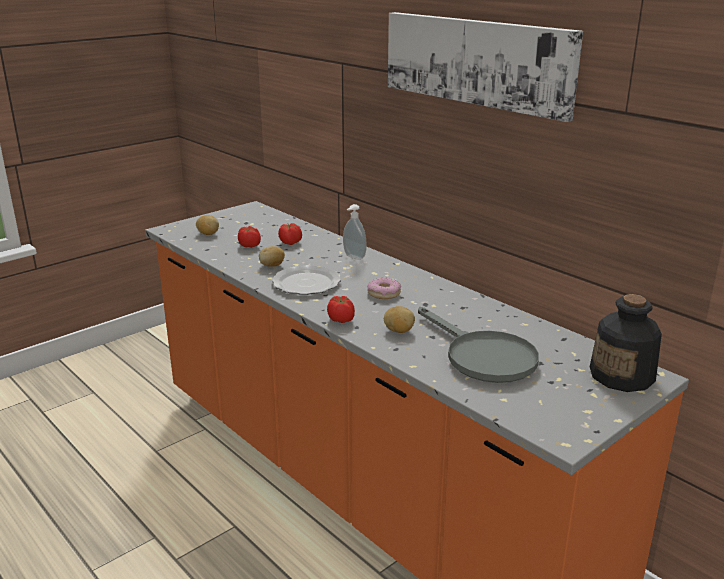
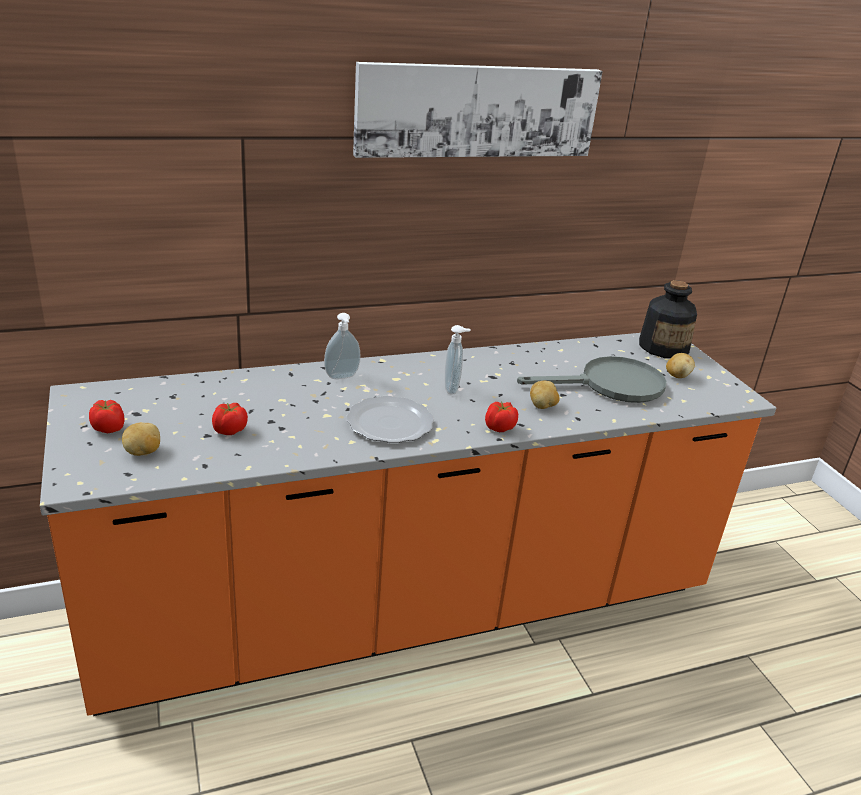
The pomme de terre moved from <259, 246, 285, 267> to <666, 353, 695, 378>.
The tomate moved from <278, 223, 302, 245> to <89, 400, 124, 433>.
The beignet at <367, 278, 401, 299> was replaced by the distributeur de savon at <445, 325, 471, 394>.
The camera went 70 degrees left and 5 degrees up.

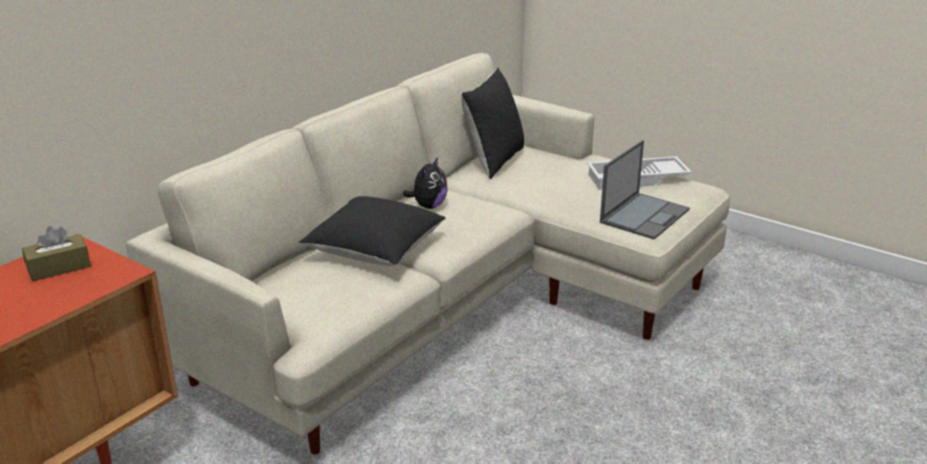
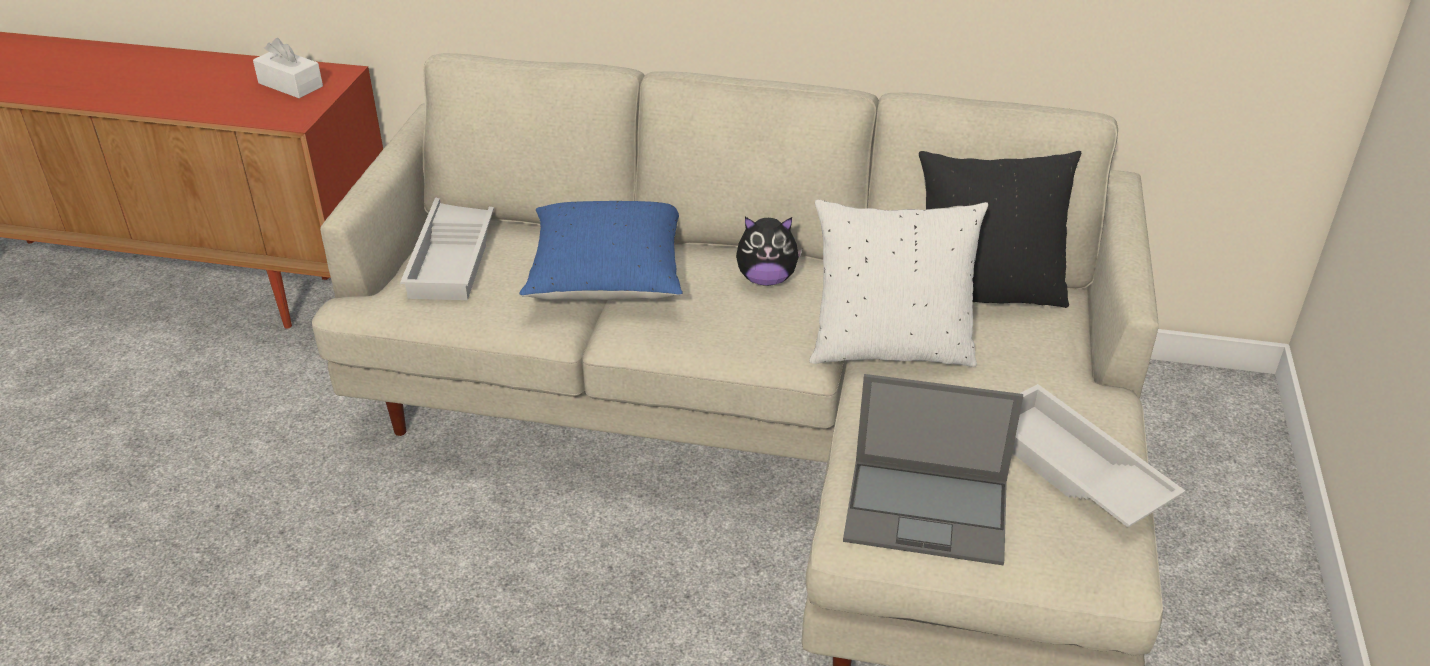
The plateau (blanc) at <400, 197, 494, 300> appeared.
The coussin (blanc) at <809, 200, 988, 367> appeared.
The boîte à mouchoirs (marron) at <22, 226, 91, 281> became the boîte à mouchoirs (blanc) at <253, 38, 323, 98>.
The coussin (noir) at <300, 196, 446, 266> became the coussin (bleu) at <519, 201, 683, 300>.
The camera went 65 degrees right and 10 degrees up.

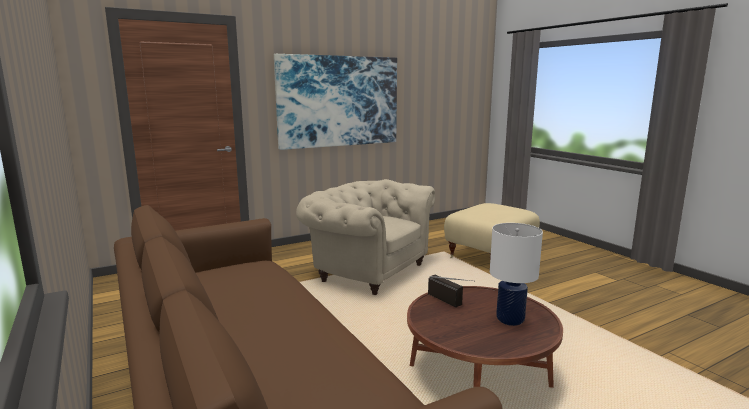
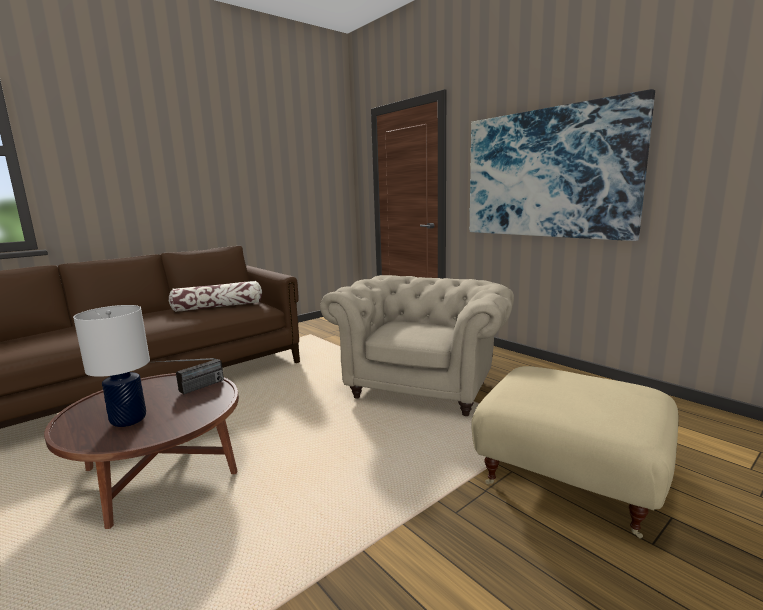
The coussin at <169, 281, 262, 312> appeared.
The camera went 80 degrees right and 0 degrees up.

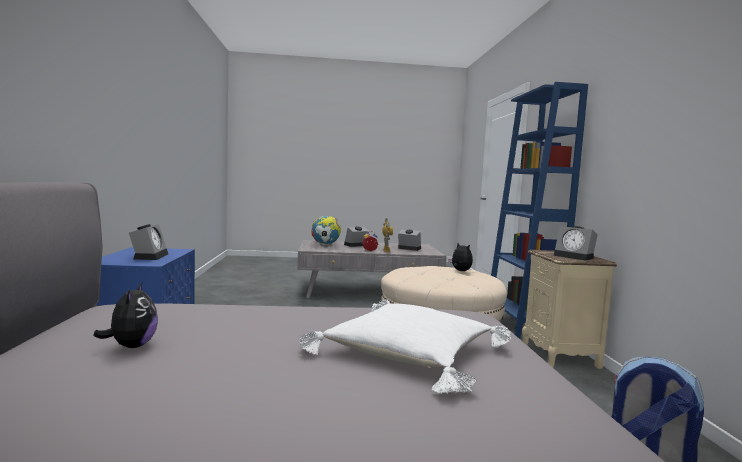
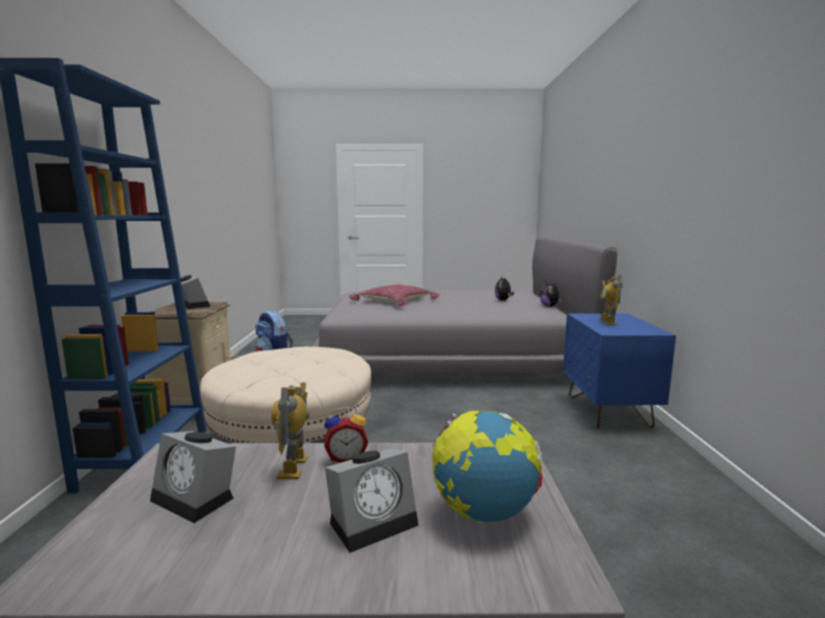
The peluche moved from <448, 243, 473, 271> to <540, 282, 562, 307>.
The réveil at <129, 224, 168, 260> was replaced by the robot jouet at <599, 275, 622, 325>.
The coussin (blanc) at <299, 299, 511, 394> became the coussin (rouge) at <349, 285, 440, 307>.
The camera went 175 degrees left and 5 degrees up.

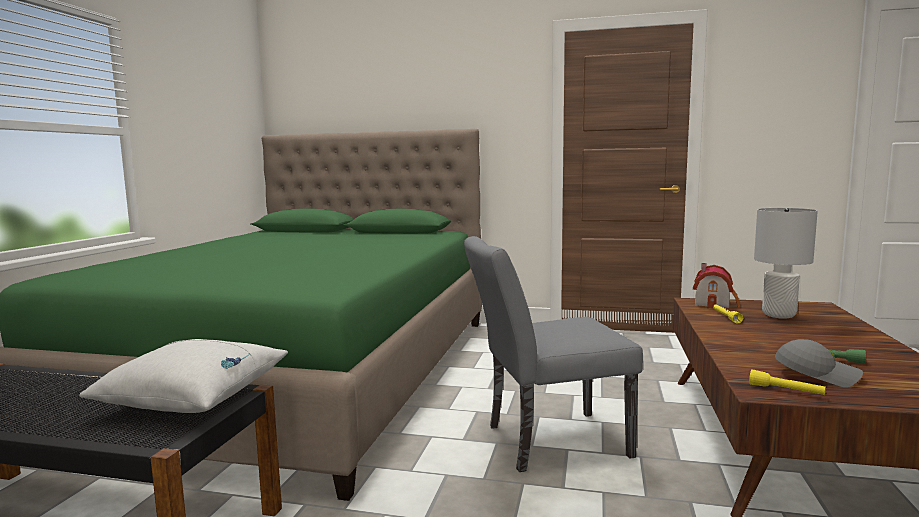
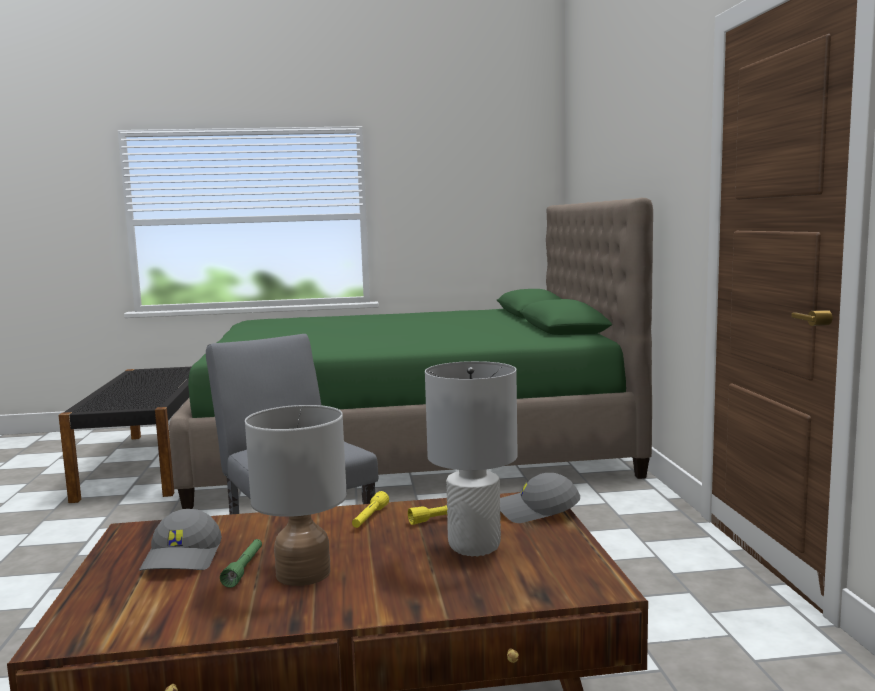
The coussin (gris) at <79, 339, 288, 413> disappeared.
The lampe de table (gris) at <245, 405, 347, 586> appeared.
The lampe de poche (jaune) moved from <749, 369, 826, 395> to <352, 491, 389, 528>.
The maison miniature at <693, 263, 740, 308> was replaced by the casquette (gris) at <500, 473, 580, 523>.
The camera went 70 degrees right and 0 degrees up.

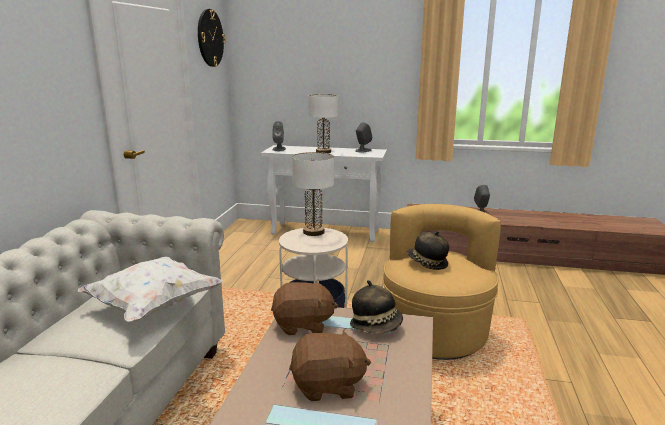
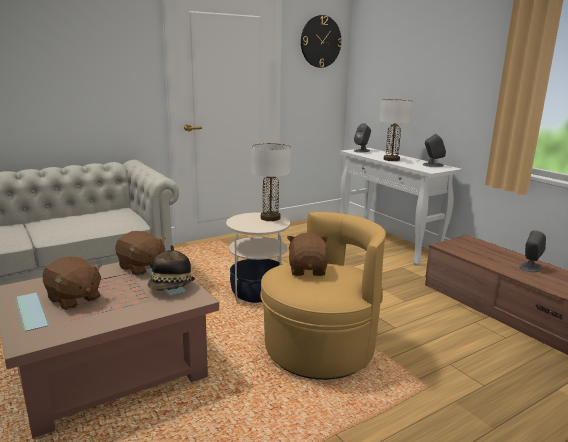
The coussin (blanc) at <77, 256, 224, 321> disappeared.
The chapeau at <407, 231, 449, 270> was replaced by the peluche (marron) at <287, 233, 329, 276>.
The camera went 45 degrees right and 0 degrees up.

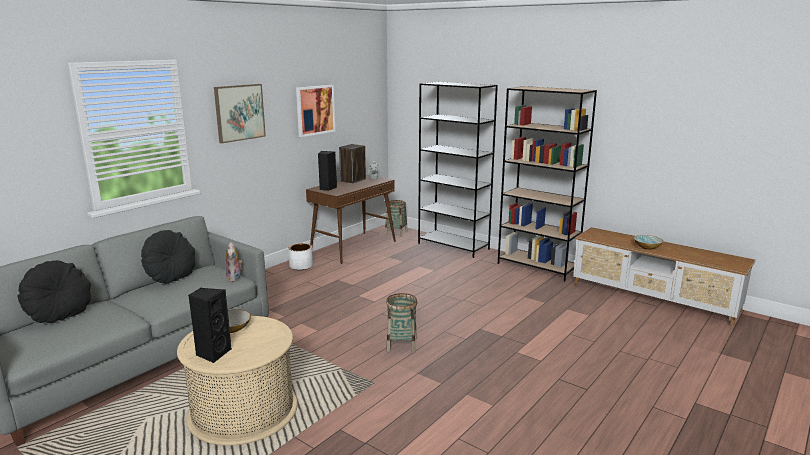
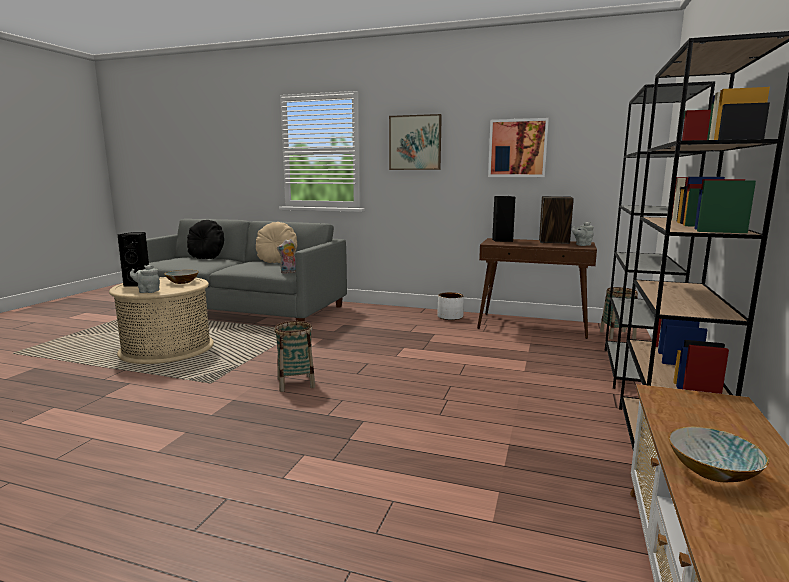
The théière (gris) at <130, 265, 160, 293> appeared.
The coussin (noir) at <141, 230, 195, 284> became the coussin (beige) at <256, 222, 297, 263>.
The camera went 70 degrees right and 5 degrees down.

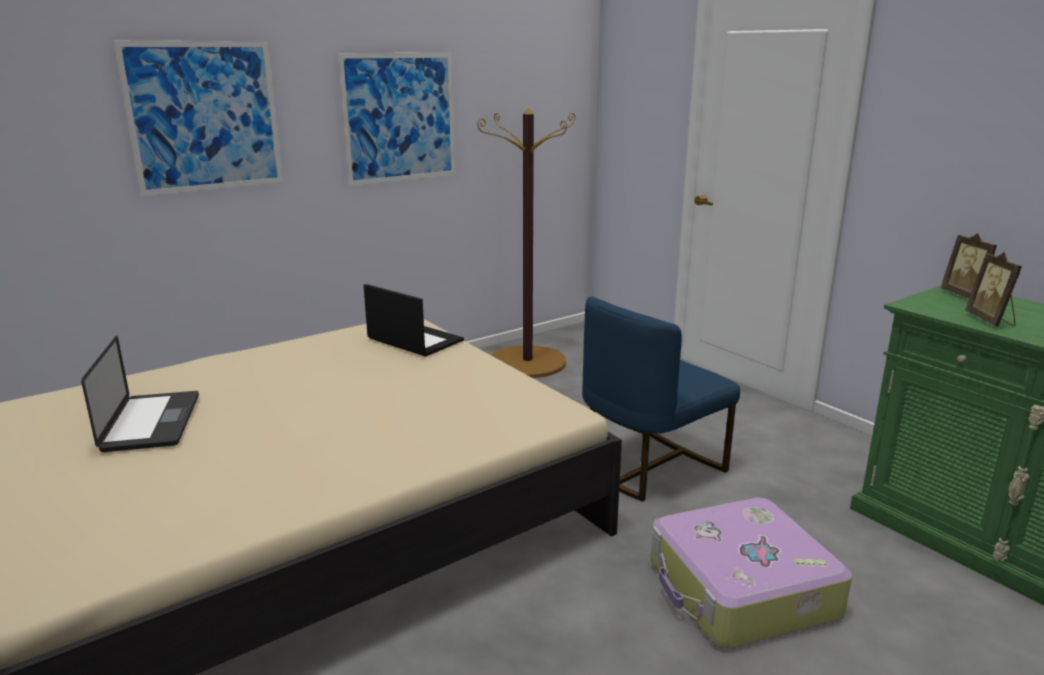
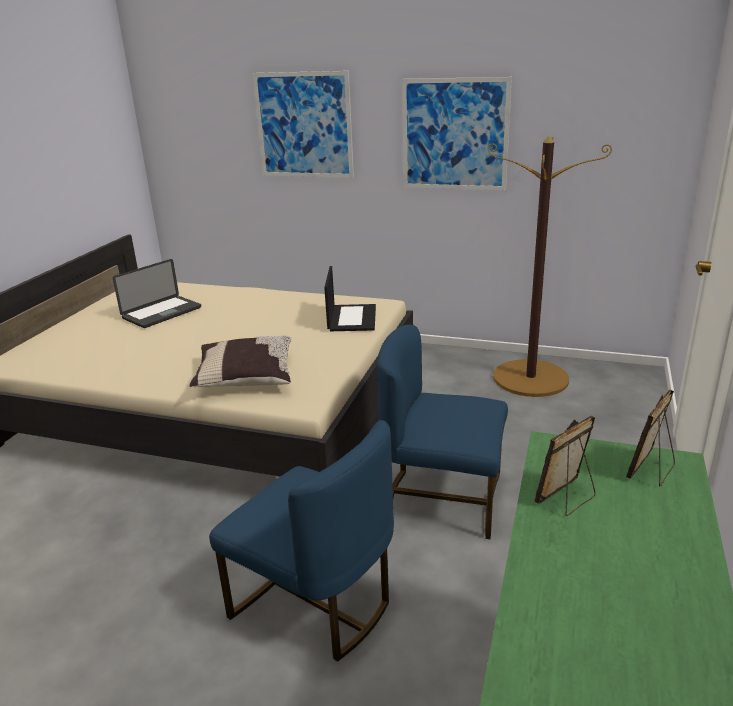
The coussin at <189, 336, 292, 387> appeared.
The valise at <650, 498, 852, 649> was replaced by the chaise (bleu) at <209, 420, 394, 662>.
The camera went 55 degrees right and 5 degrees up.

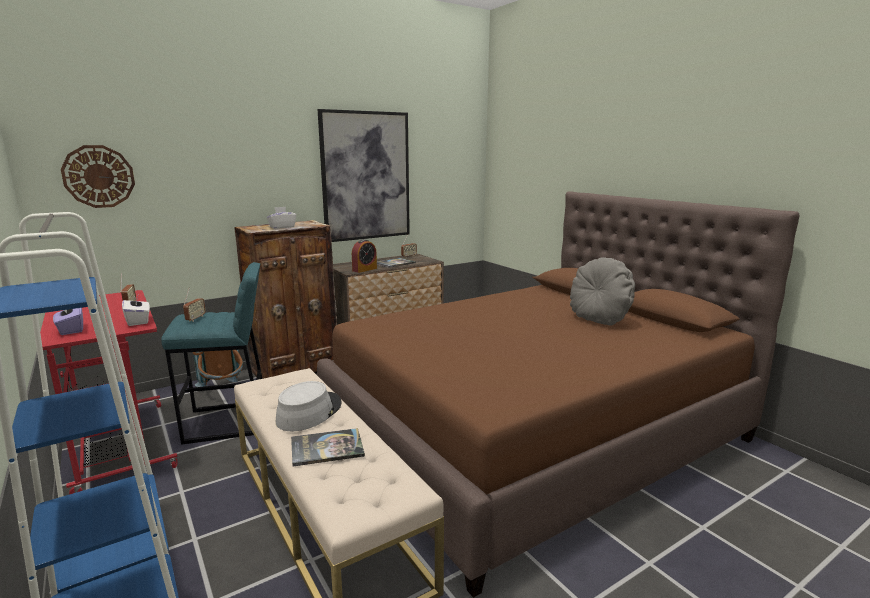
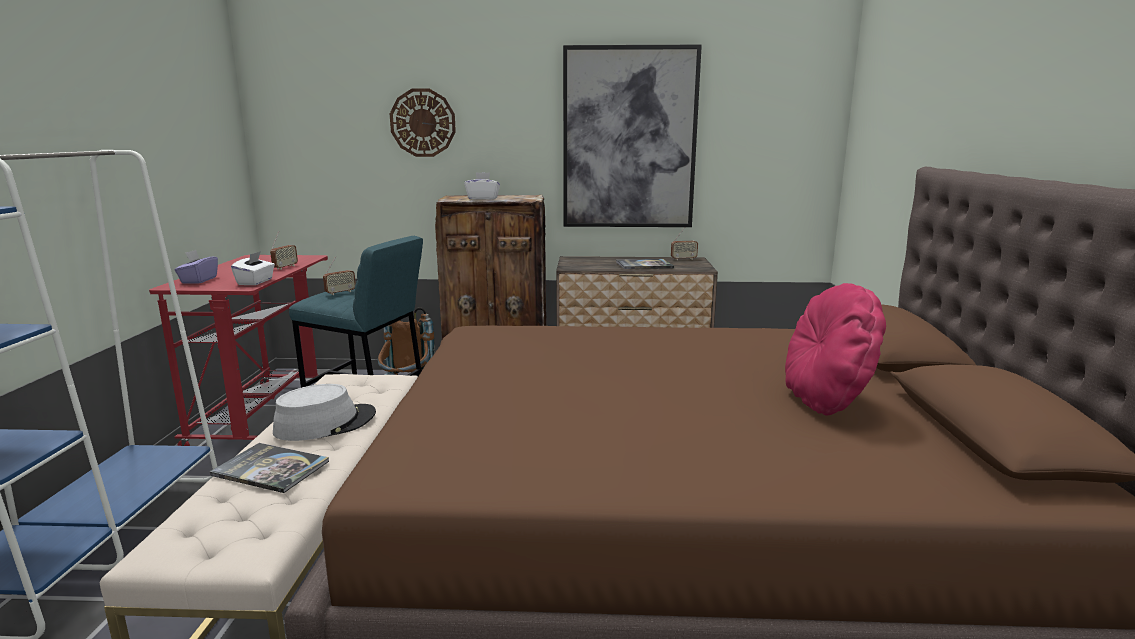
The réveil at <352, 239, 377, 273> disappeared.
The horloge murale moved from <61, 145, 135, 208> to <390, 89, 456, 157>.
The coussin (gris) at <570, 257, 635, 326> became the coussin (rose) at <785, 283, 886, 416>.
The camera went 35 degrees right and 0 degrees up.

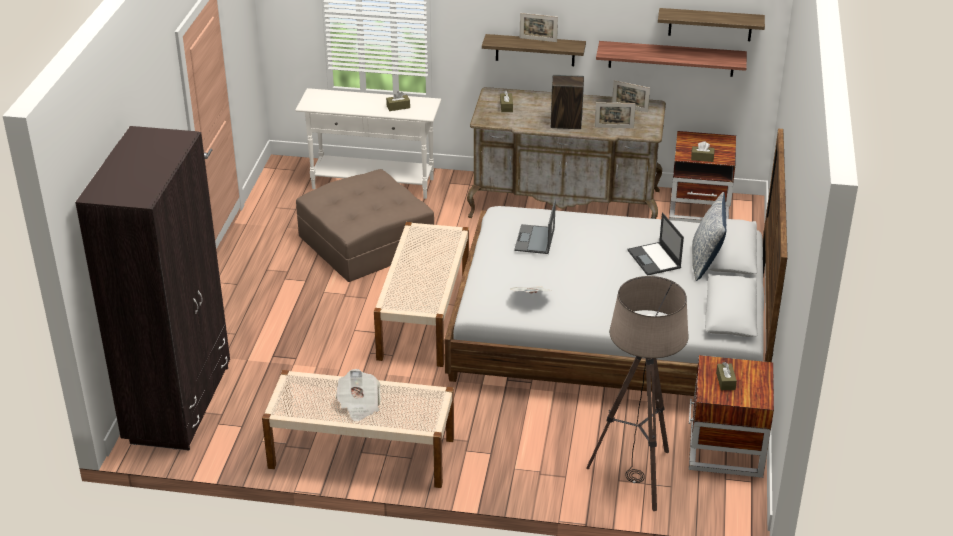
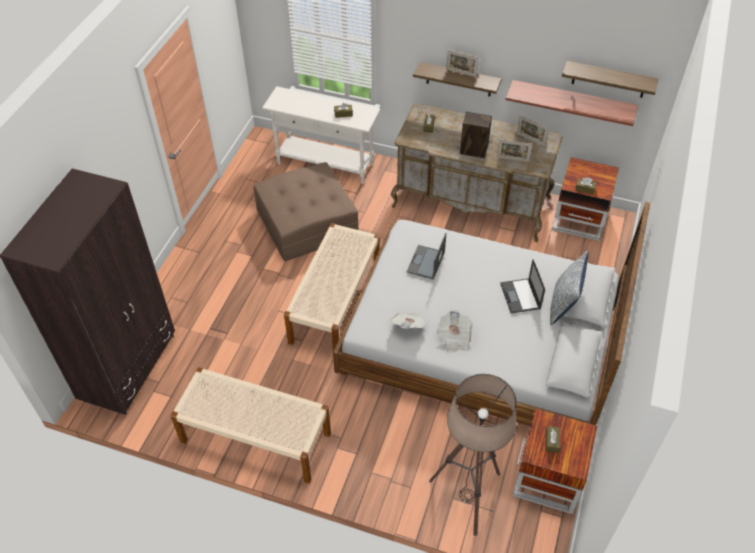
The journal moved from <336, 369, 381, 421> to <437, 310, 473, 353>.
The camera went 10 degrees right and 15 degrees up.

